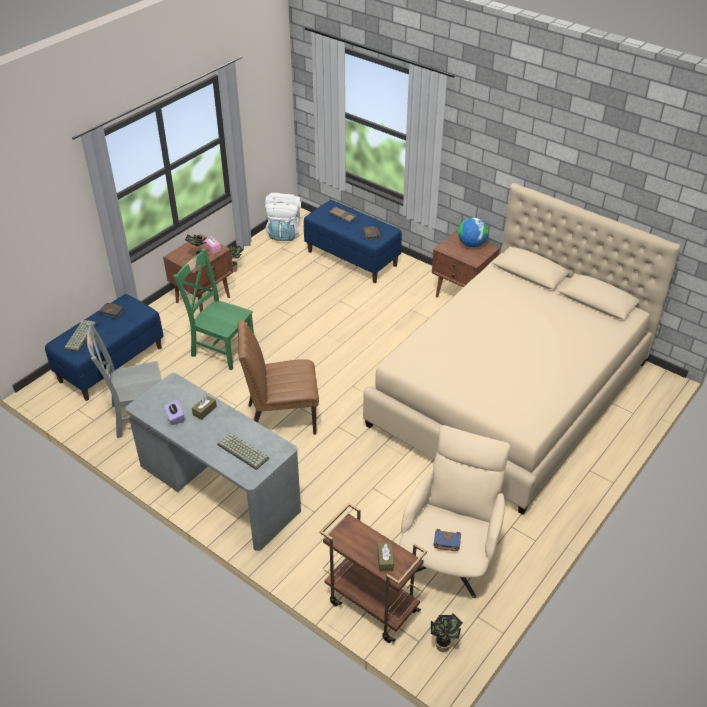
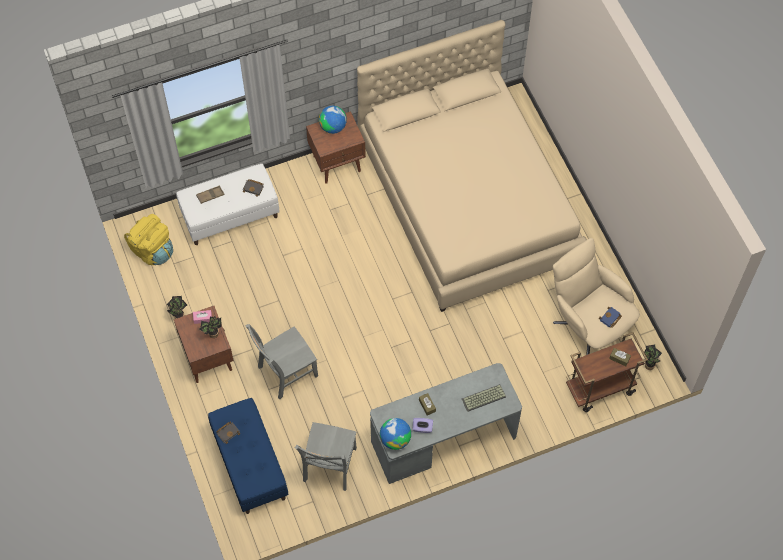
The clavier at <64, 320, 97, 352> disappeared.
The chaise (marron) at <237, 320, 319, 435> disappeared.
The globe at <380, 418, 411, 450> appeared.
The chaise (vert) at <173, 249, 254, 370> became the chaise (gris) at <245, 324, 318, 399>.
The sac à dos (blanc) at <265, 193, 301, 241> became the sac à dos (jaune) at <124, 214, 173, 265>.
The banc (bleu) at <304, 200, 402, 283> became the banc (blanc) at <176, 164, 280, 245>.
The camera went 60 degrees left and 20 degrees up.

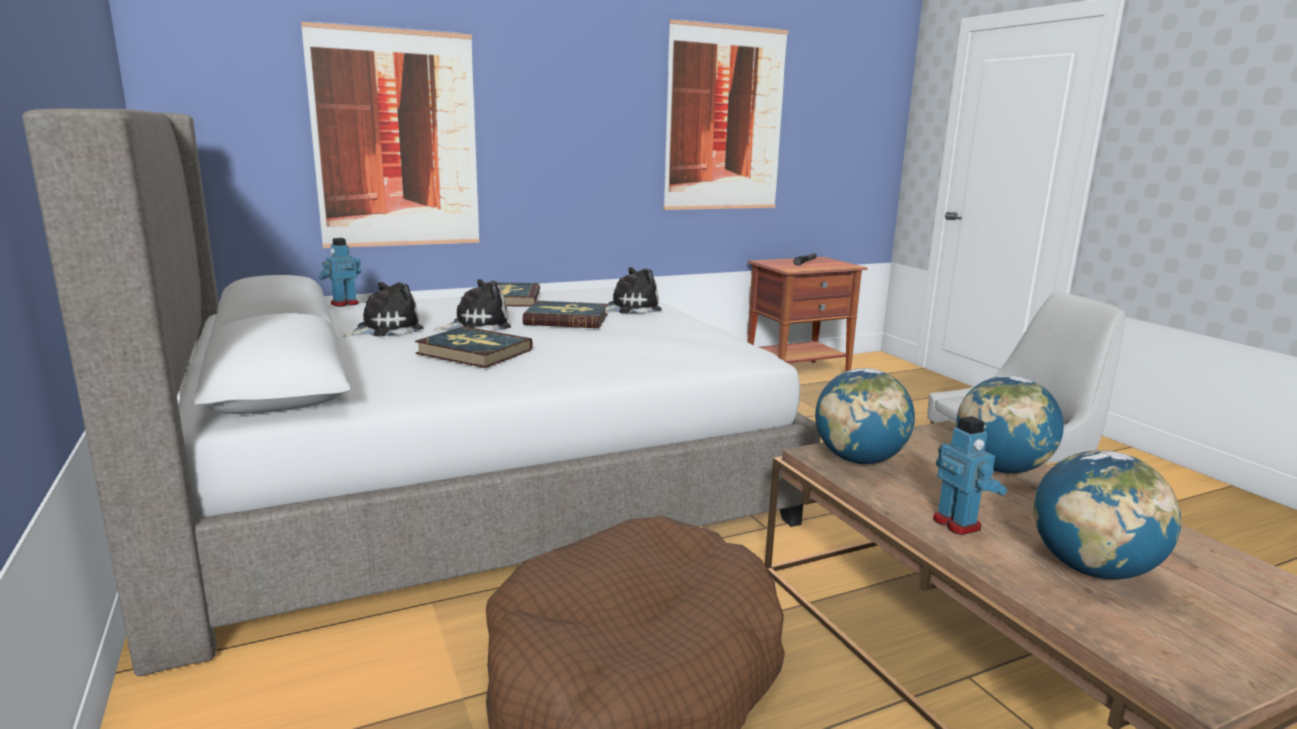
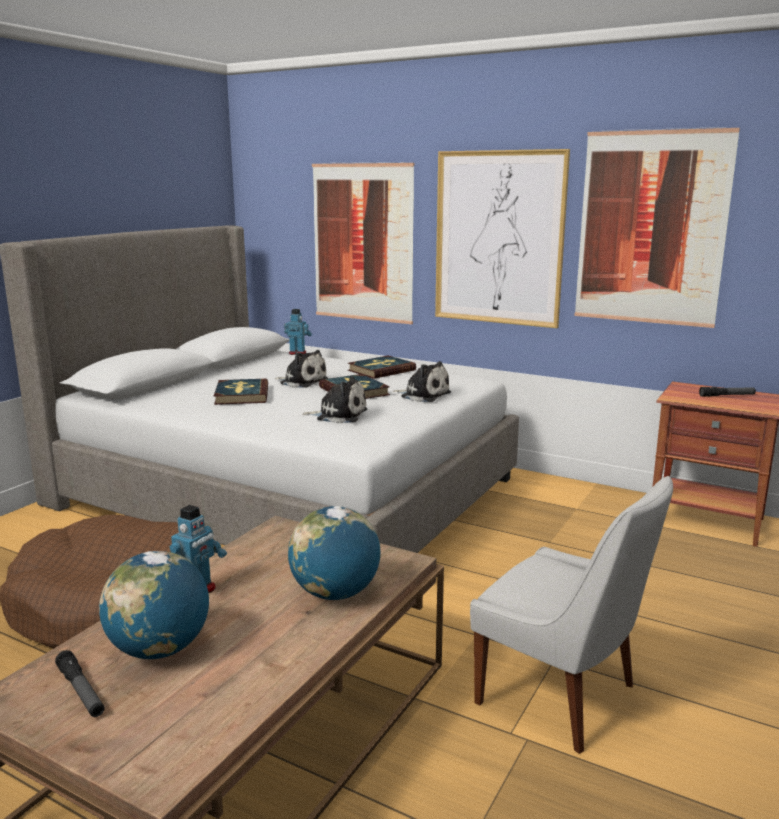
The globe at <815, 368, 915, 464> disappeared.
The lampe de poche at <55, 650, 104, 717> appeared.
The tableau at <435, 149, 570, 328> appeared.
The peluche moved from <343, 282, 423, 338> to <302, 376, 367, 423>.
The camera went 55 degrees right and 0 degrees up.

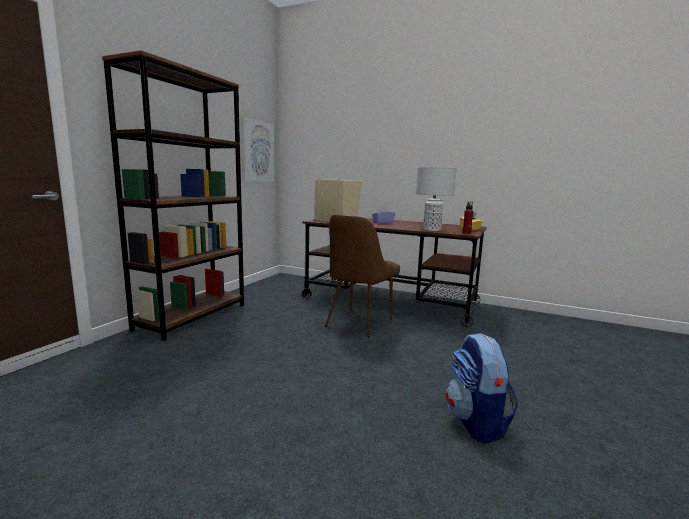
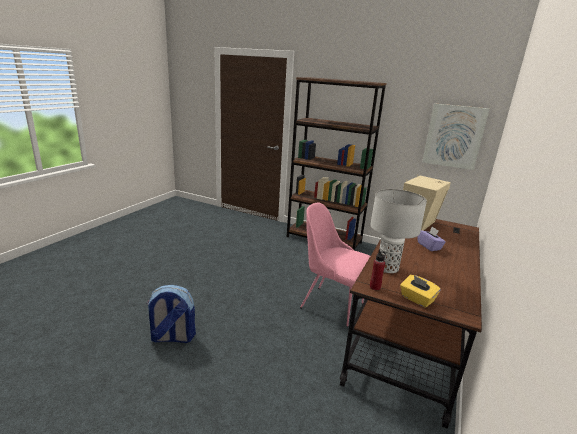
The chaise (marron) at <325, 215, 400, 338> became the chaise (rose) at <300, 203, 370, 327>.
The camera went 90 degrees right and 10 degrees up.

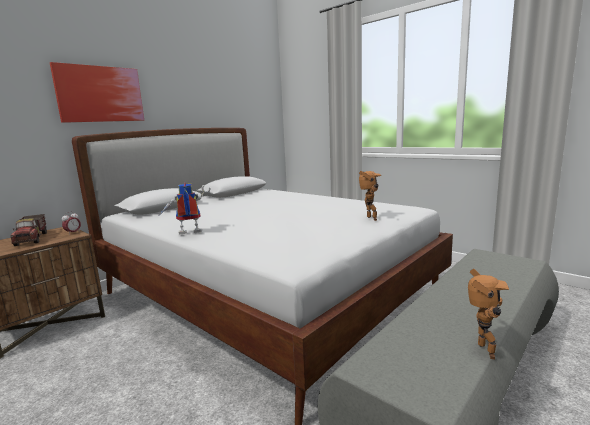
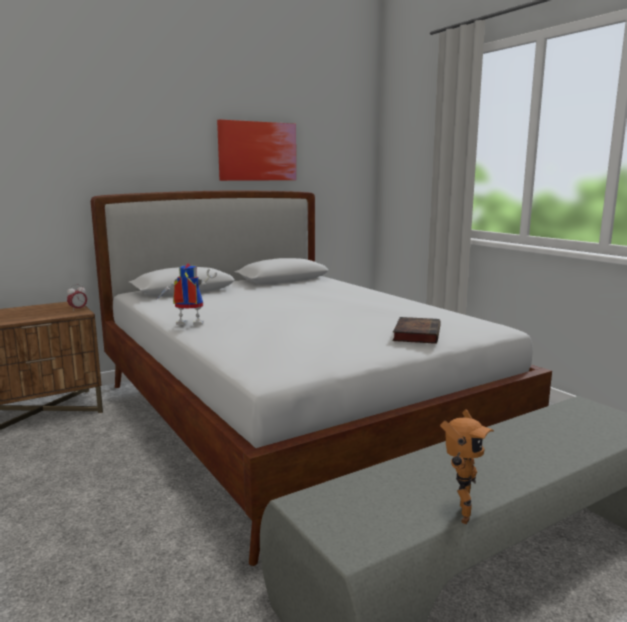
The camion jouet at <11, 214, 47, 246> disappeared.
The tableau moved from <50, 62, 144, 123> to <217, 119, 296, 181>.
The robot jouet at <359, 171, 381, 221> was replaced by the livre at <393, 317, 441, 344>.
The camera went 15 degrees right and 0 degrees up.

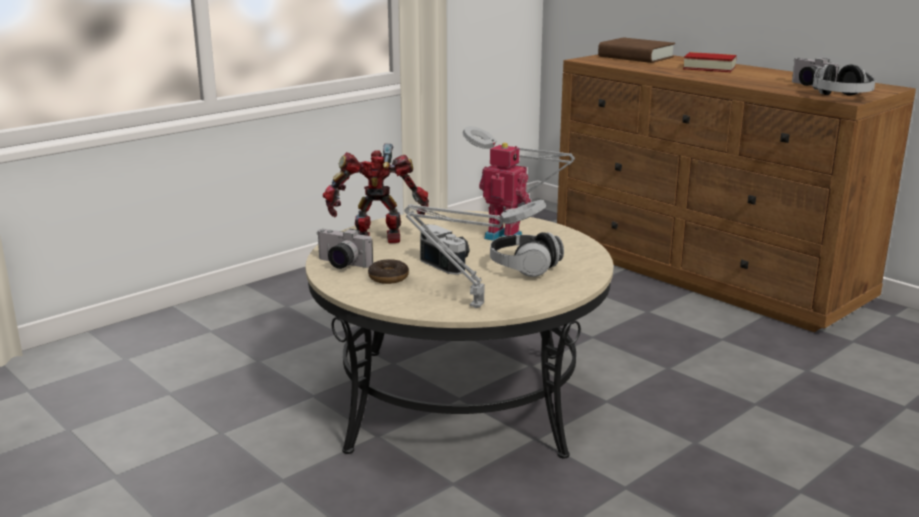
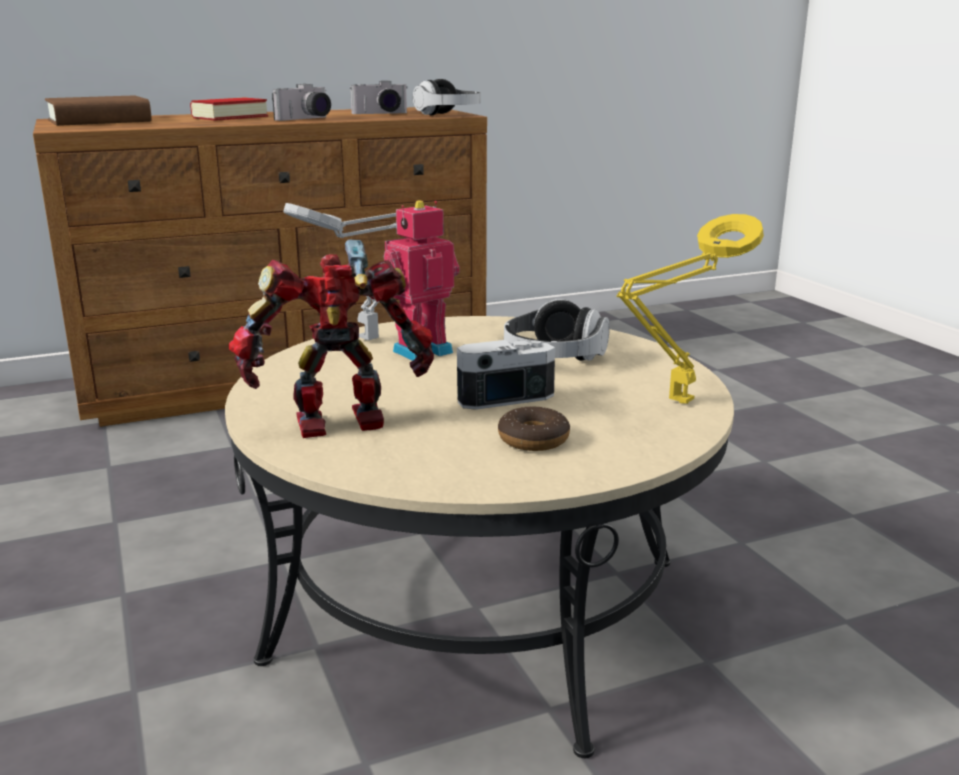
The appareil photo moved from <316, 229, 373, 269> to <272, 84, 331, 121>.
The lampe de table (gris) at <404, 200, 546, 308> became the lampe de table (jaune) at <616, 214, 764, 404>.
The robot jouet at <323, 143, 429, 243> turned 60 degrees clockwise.
The camera went 70 degrees left and 0 degrees up.

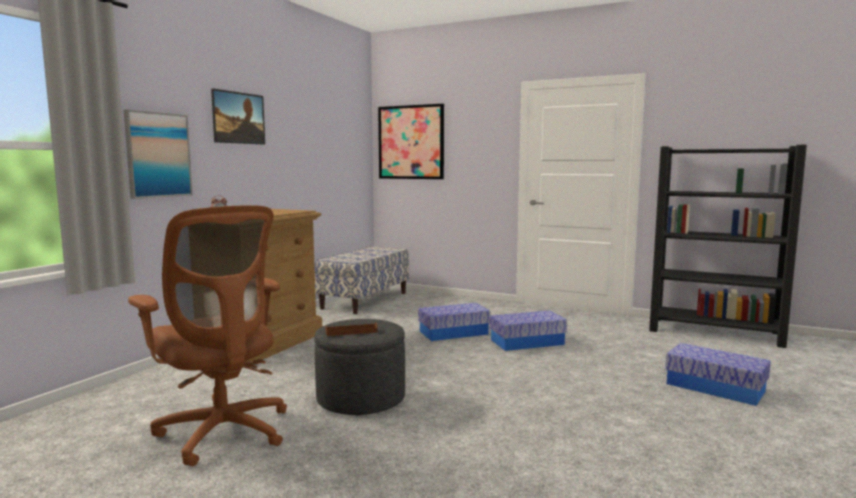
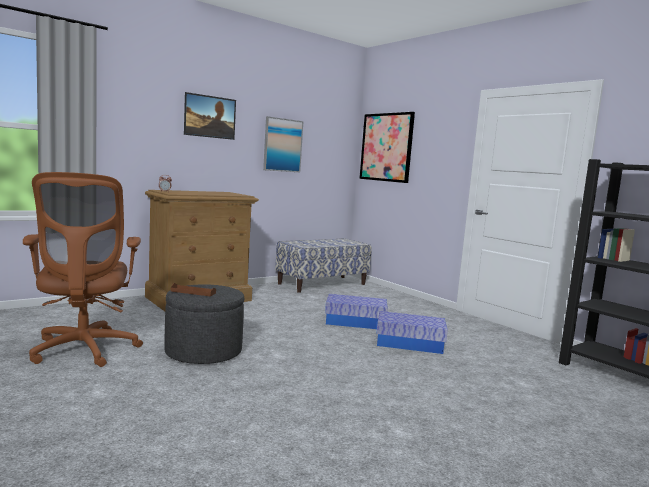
The boîte de rangement at <665, 343, 771, 406> disappeared.
The tableau moved from <123, 109, 193, 199> to <263, 116, 303, 172>.
The camera went 25 degrees right and 0 degrees up.

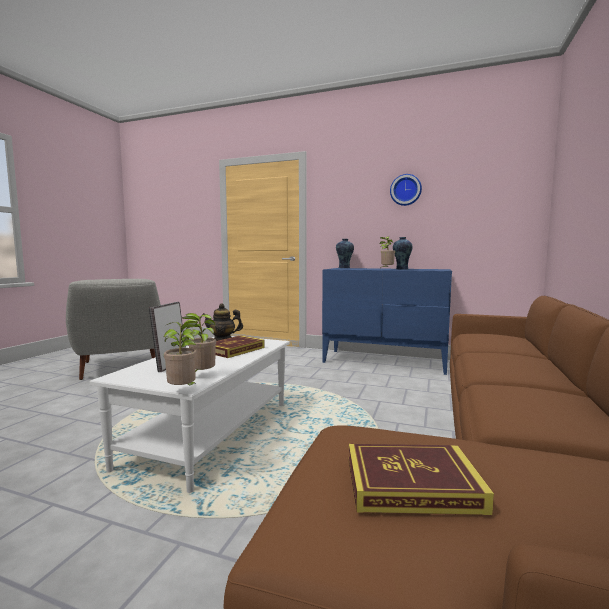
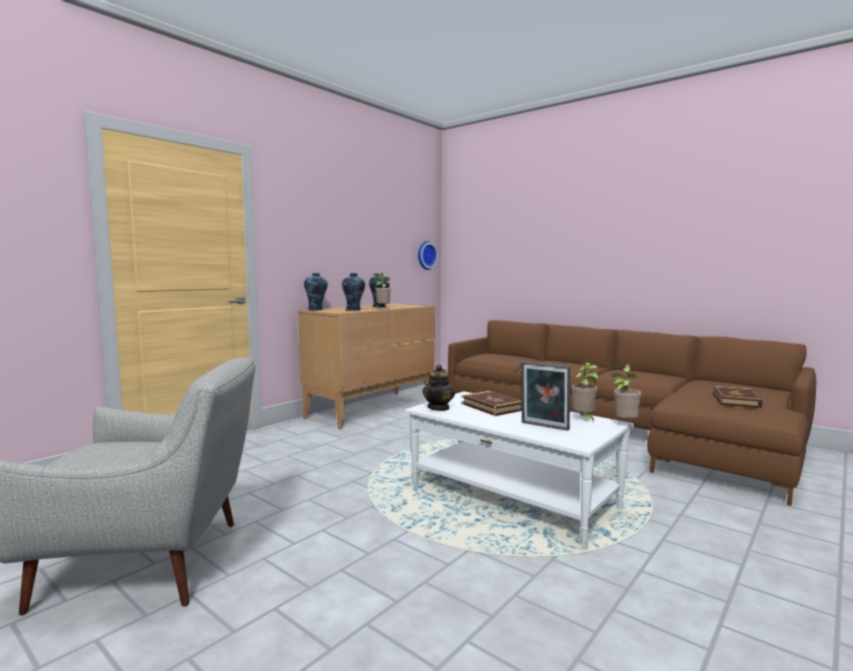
The vase at <342, 273, 365, 311> appeared.
The horloge murale moved from <390, 174, 422, 206> to <418, 241, 438, 270>.
The meuble de rangement (bleu) at <322, 268, 452, 375> became the meuble de rangement (marron) at <298, 304, 435, 430>.
The camera went 70 degrees left and 0 degrees up.

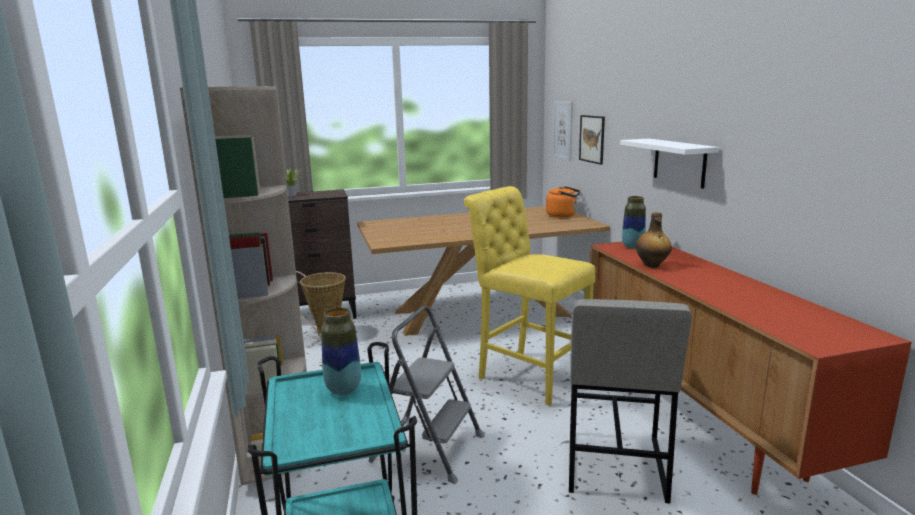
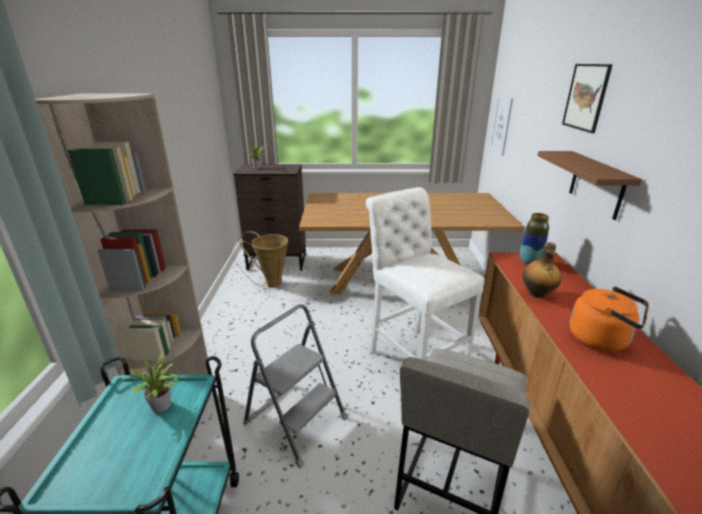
The bouilloire (orange) moved from <546, 186, 581, 217> to <569, 287, 649, 351>.
The tableau moved from <579, 115, 605, 165> to <562, 64, 613, 133>.
The vase at <321, 307, 361, 395> was replaced by the plante en pot at <119, 352, 178, 413>.
The tabouret (jaune) at <464, 186, 595, 406> became the tabouret (blanc) at <366, 187, 485, 360>.
The étagère (blanc) at <620, 139, 719, 189> became the étagère (marron) at <537, 151, 642, 220>.
The camera went 15 degrees right and 10 degrees up.

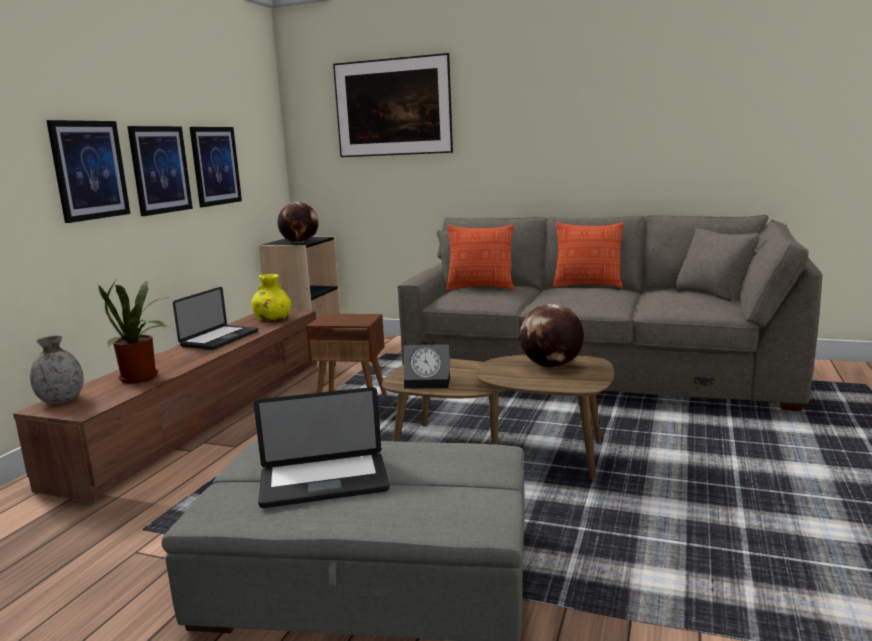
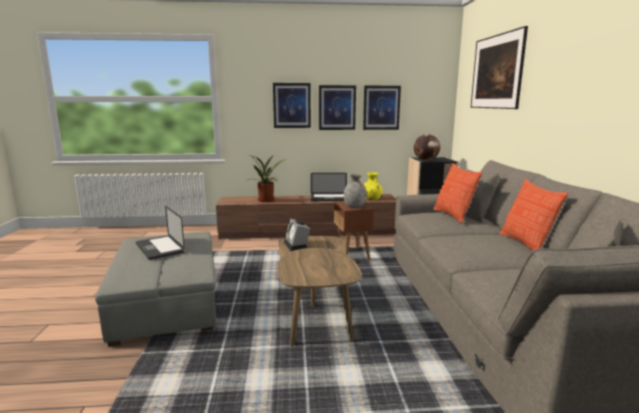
The globe at <519, 304, 584, 368> disappeared.
The vase (gris) moved from <30, 335, 84, 404> to <344, 174, 367, 208>.
The camera went 65 degrees right and 0 degrees up.

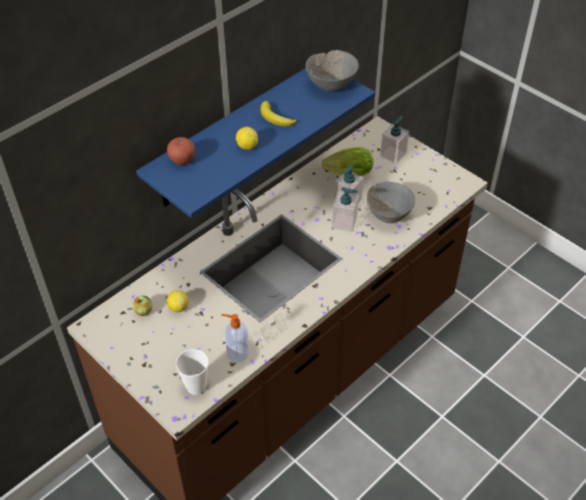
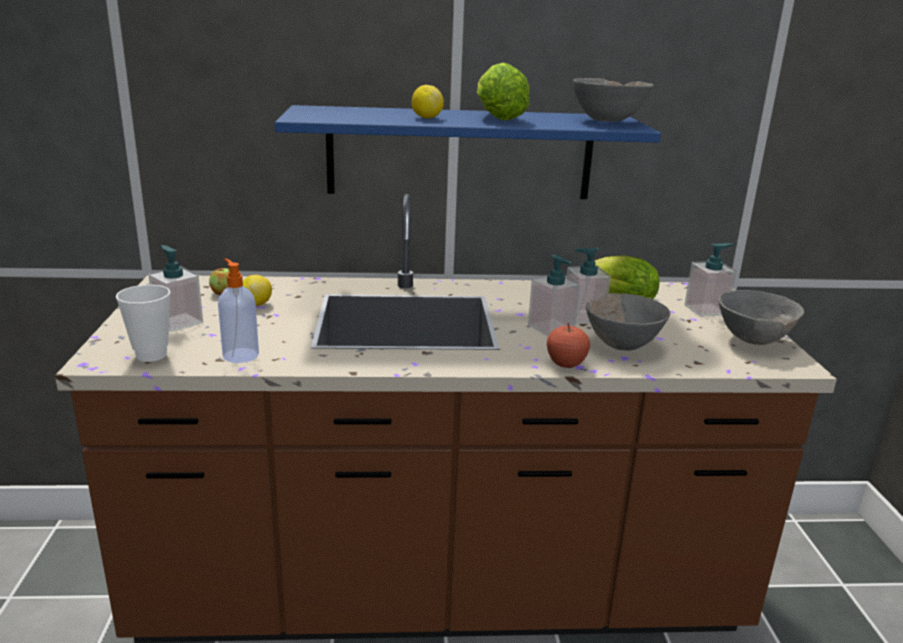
The distributeur de savon at <148, 245, 203, 332> appeared.
The bol (gris) at <718, 290, 804, 345> appeared.
The pomme moved from <167, 137, 195, 165> to <547, 323, 590, 368>.
The banane at <260, 101, 297, 127> was replaced by the laitue at <477, 63, 529, 121>.
The camera went 40 degrees right and 25 degrees down.

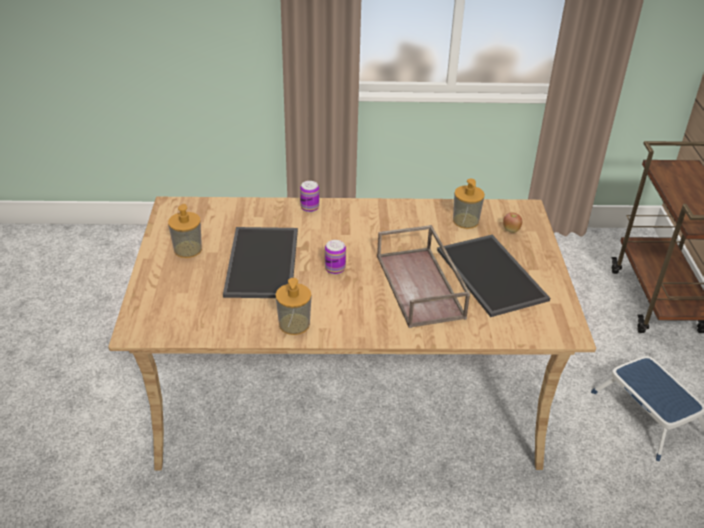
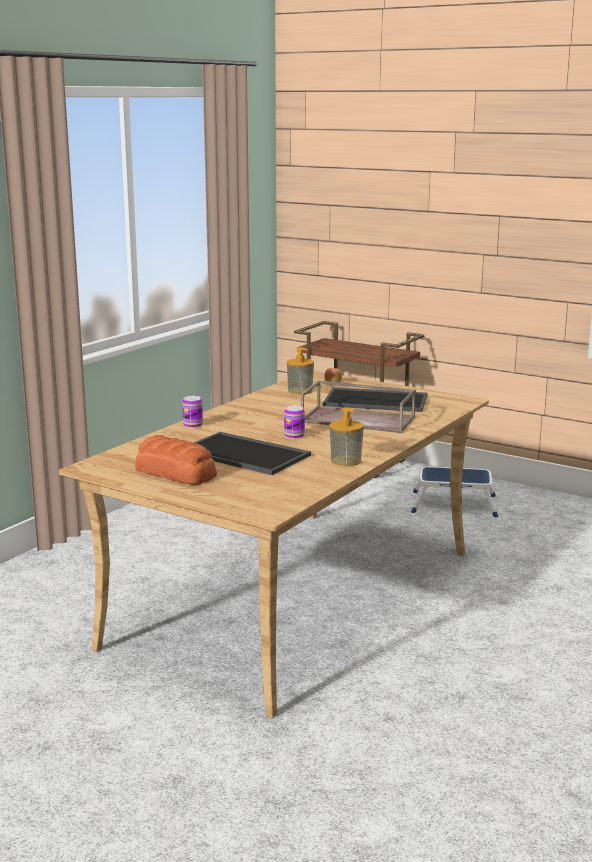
The distributeur de savon at <168, 204, 202, 258> was replaced by the pain at <135, 435, 217, 485>.
The camera went 55 degrees left and 20 degrees down.

